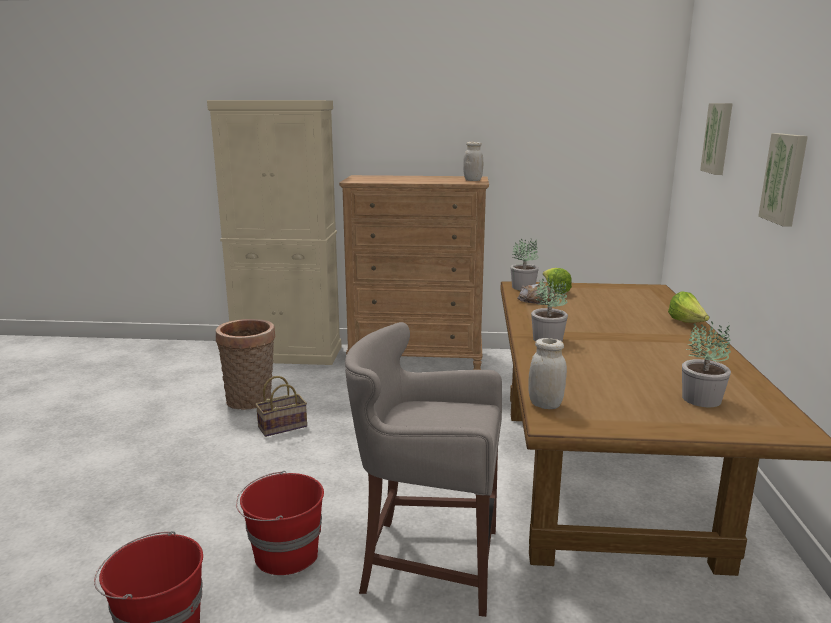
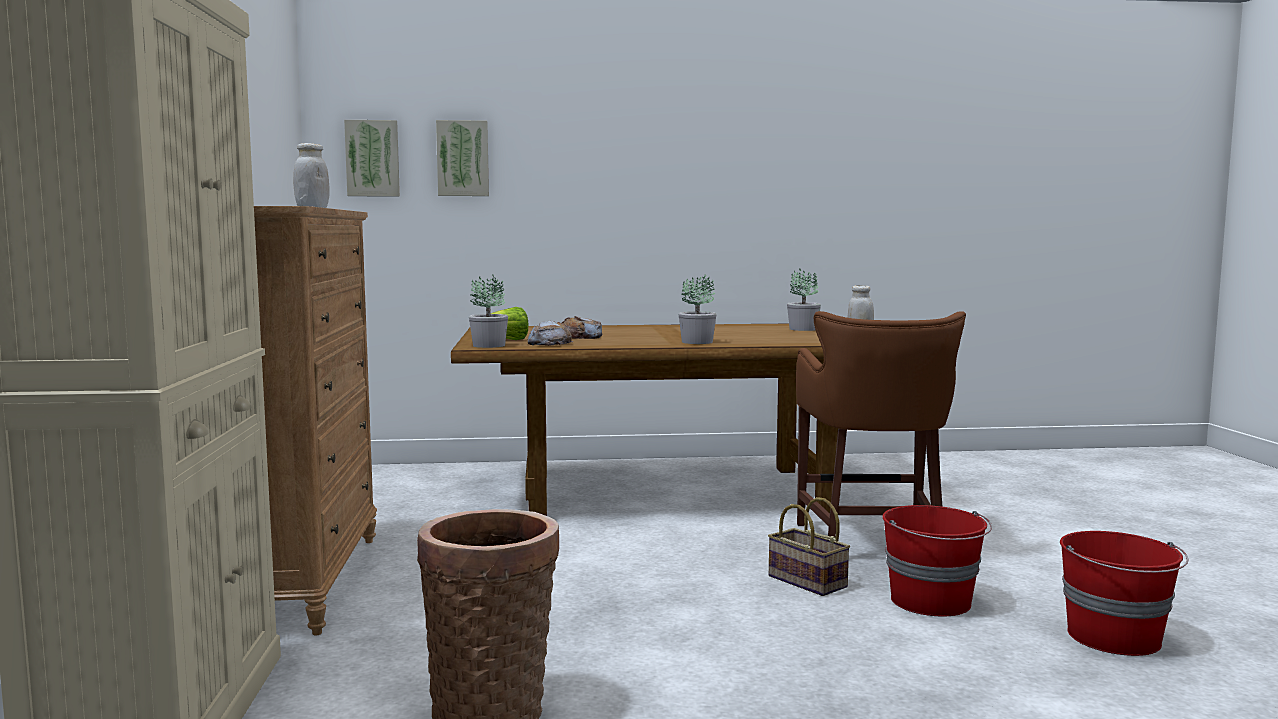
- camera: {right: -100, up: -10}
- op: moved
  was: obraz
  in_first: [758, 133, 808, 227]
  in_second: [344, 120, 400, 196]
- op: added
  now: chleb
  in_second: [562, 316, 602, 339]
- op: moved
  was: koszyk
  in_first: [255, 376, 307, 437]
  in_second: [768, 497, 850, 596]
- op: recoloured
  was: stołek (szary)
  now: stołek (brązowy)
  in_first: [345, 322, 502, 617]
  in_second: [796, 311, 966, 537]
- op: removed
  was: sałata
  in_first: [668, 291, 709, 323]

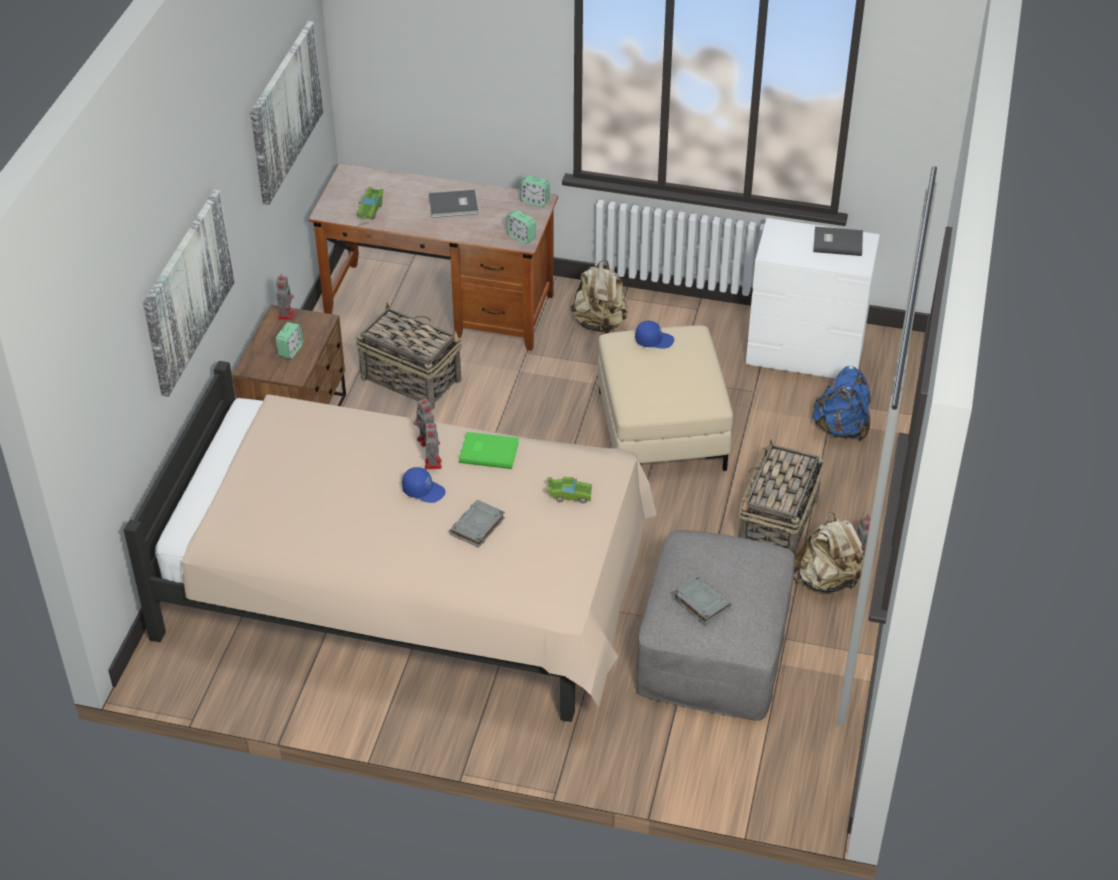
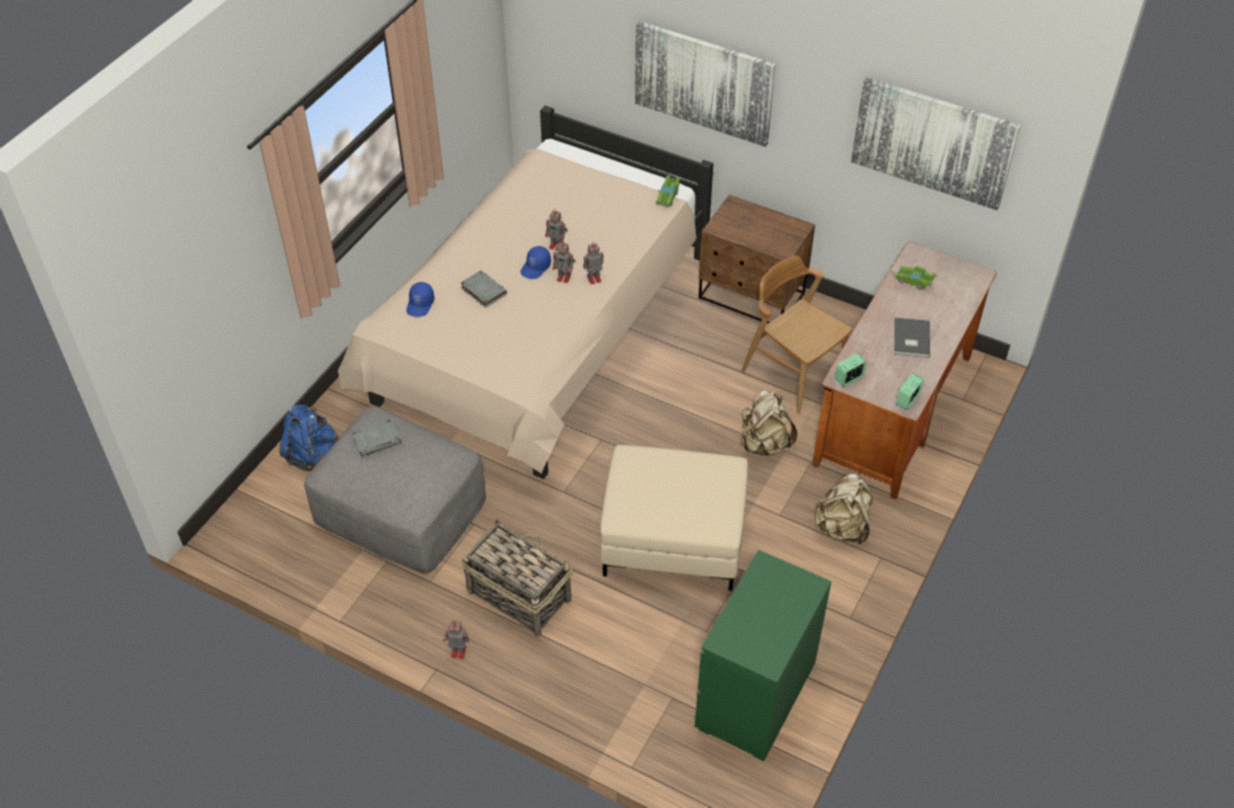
- camera: {right: 105, up: 5}
- op: moved
  was: plecak (niebieski)
  in_first: [812, 366, 871, 441]
  in_second: [279, 405, 338, 471]
- op: moved
  was: czapka z daszkiem (niebieski)
  in_first: [635, 321, 674, 349]
  in_second: [406, 282, 434, 317]
- op: moved
  was: robot zabawkowy
  in_first: [276, 274, 295, 320]
  in_second: [545, 210, 568, 251]
- op: moved
  was: samochodzik (zielony)
  in_first: [546, 477, 592, 504]
  in_second: [656, 175, 680, 207]
- op: recoloured
  was: komoda (biały)
  now: komoda (zielony)
  in_first: [746, 218, 880, 379]
  in_second: [695, 550, 832, 761]
- op: replaced
  was: koszyk
  now: krzesło (brązowy)
  in_first: [356, 302, 462, 410]
  in_second: [741, 255, 852, 414]
- op: moved
  was: plecak (beżowy)
  in_first: [794, 512, 865, 593]
  in_second: [741, 390, 797, 456]
- op: removed
  was: budzik
  in_first: [276, 322, 303, 359]
- op: removed
  was: książka (zielony)
  in_first: [459, 432, 519, 469]
- op: removed
  was: książka (szary)
  in_first: [813, 227, 863, 256]

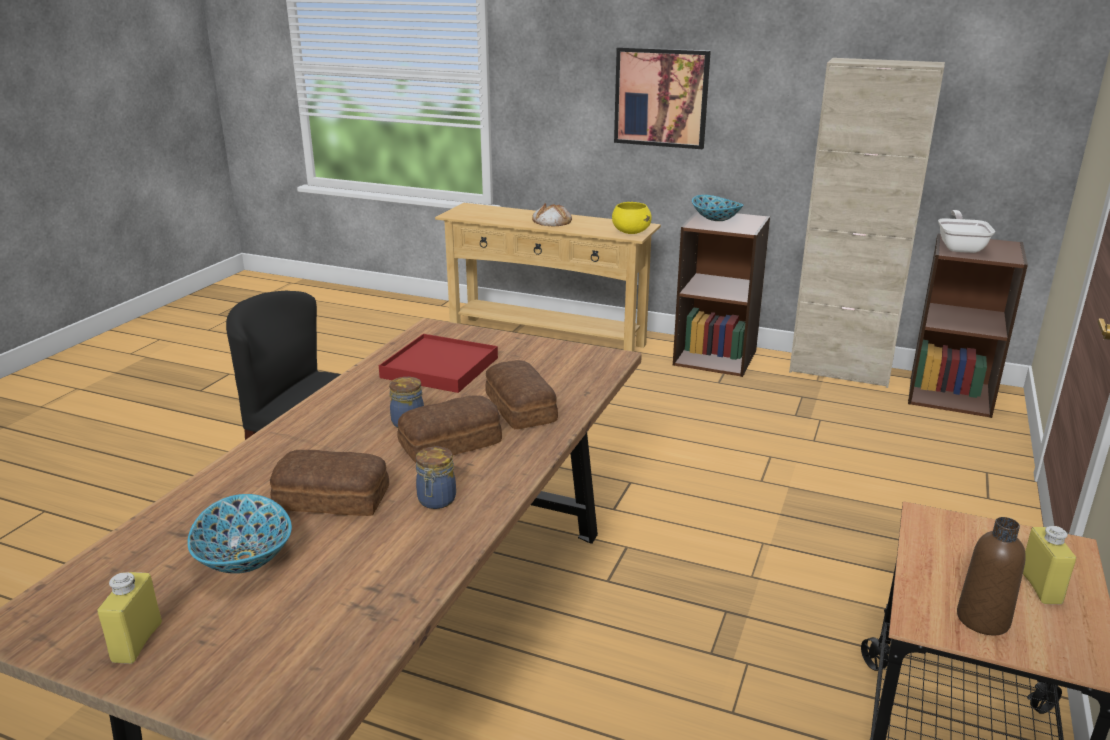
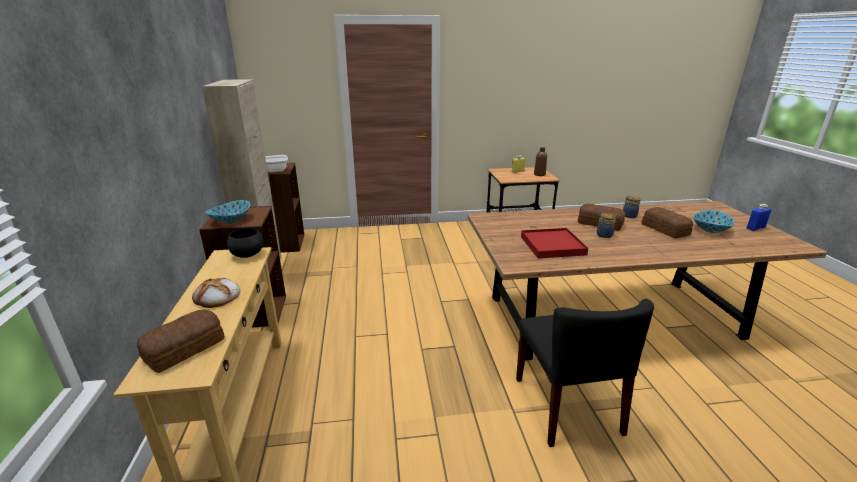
- camera: {right: -120, up: 0}
- op: moved
  was: chleb
  in_first: [485, 360, 558, 429]
  in_second: [137, 309, 225, 373]
- op: recoloured
  was: miska (żółty)
  now: miska (czarny)
  in_first: [612, 202, 652, 234]
  in_second: [227, 228, 264, 258]
- op: recoloured
  was: butelka (żółty)
  now: butelka (niebieski)
  in_first: [98, 572, 162, 664]
  in_second: [747, 204, 772, 231]
- op: removed
  was: obraz
  in_first: [614, 47, 711, 149]

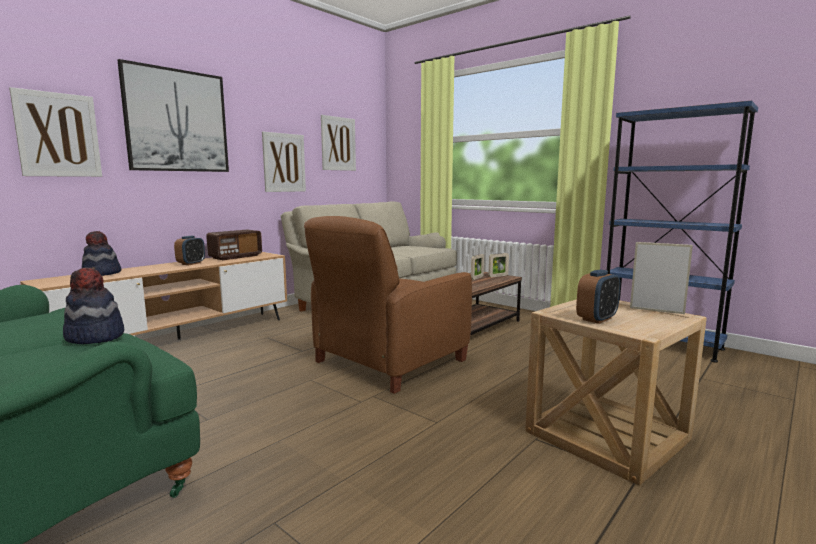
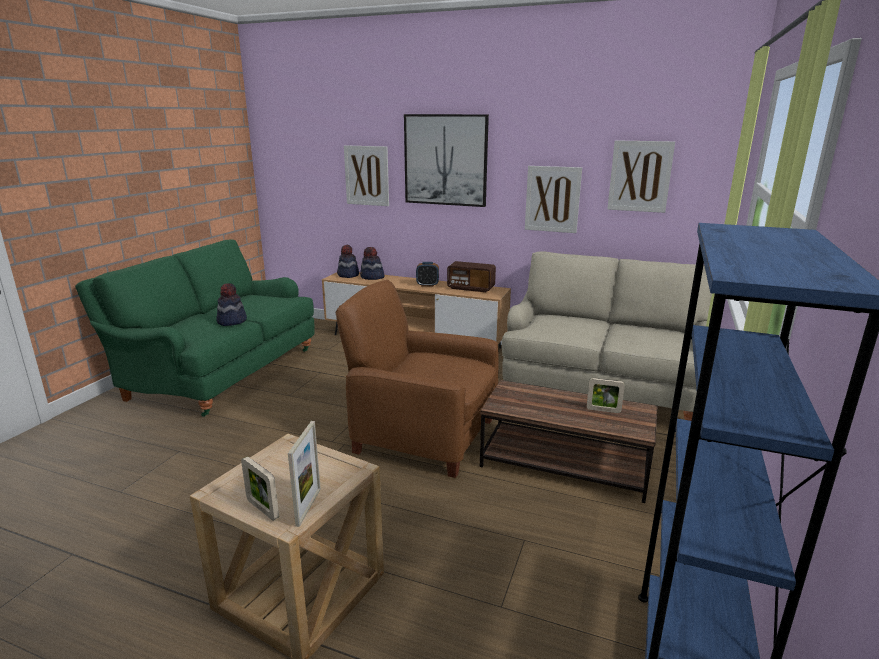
- camera: {right: 70, up: 10}
- op: moved
  was: ramka na zdjęcie
  in_first: [489, 253, 509, 277]
  in_second: [241, 456, 279, 521]
- op: added
  now: kapelusz
  in_second: [337, 245, 359, 278]
- op: removed
  was: budzik
  in_first: [576, 270, 620, 324]

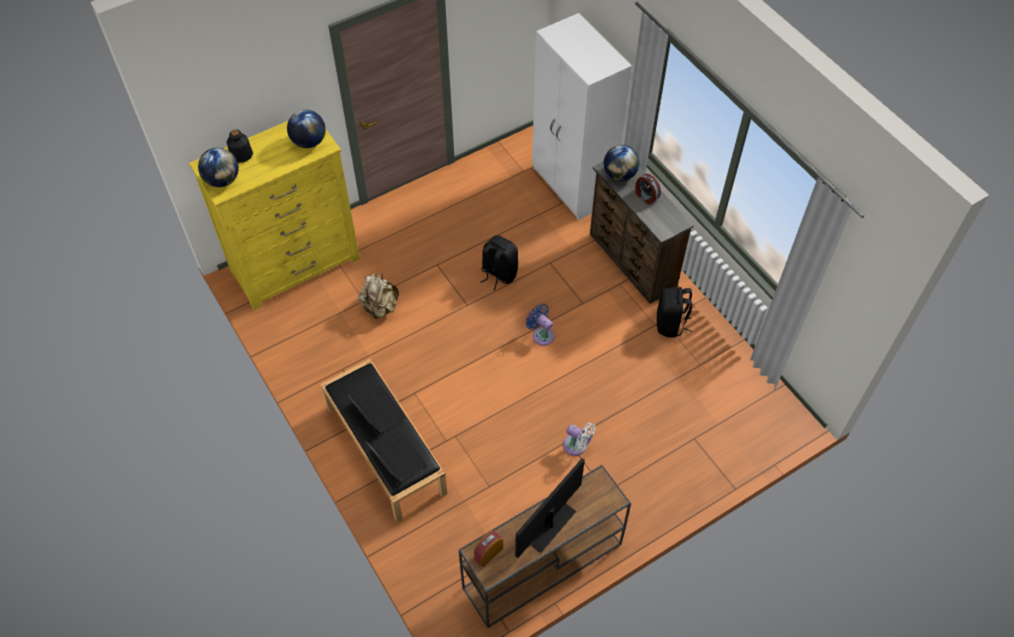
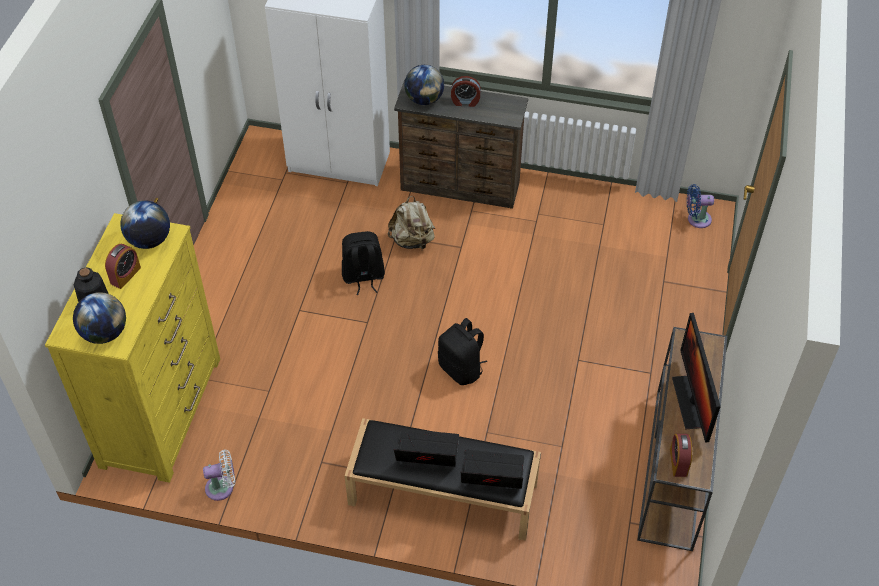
- camera: {right: -45, up: -5}
- op: added
  now: budzik
  in_second: [105, 244, 141, 289]
- op: moved
  was: wentylator (biały)
  in_first: [563, 423, 596, 456]
  in_second: [203, 450, 235, 501]
- op: moved
  was: plecak (beżowy)
  in_first: [358, 273, 399, 319]
  in_second: [387, 195, 435, 250]
- op: moved
  was: plecak (czarny)
  in_first: [657, 287, 692, 337]
  in_second: [438, 318, 487, 385]
- op: moved
  was: wentylator (niebieski)
  in_first: [525, 304, 555, 346]
  in_second: [687, 184, 714, 228]

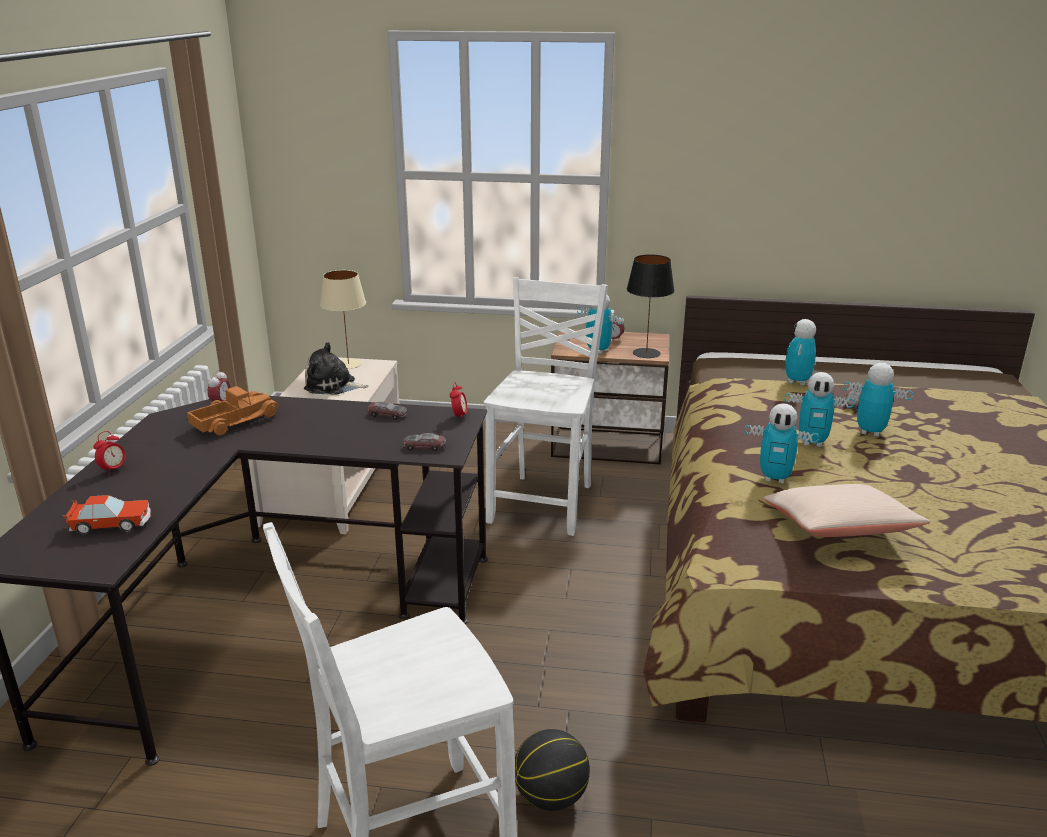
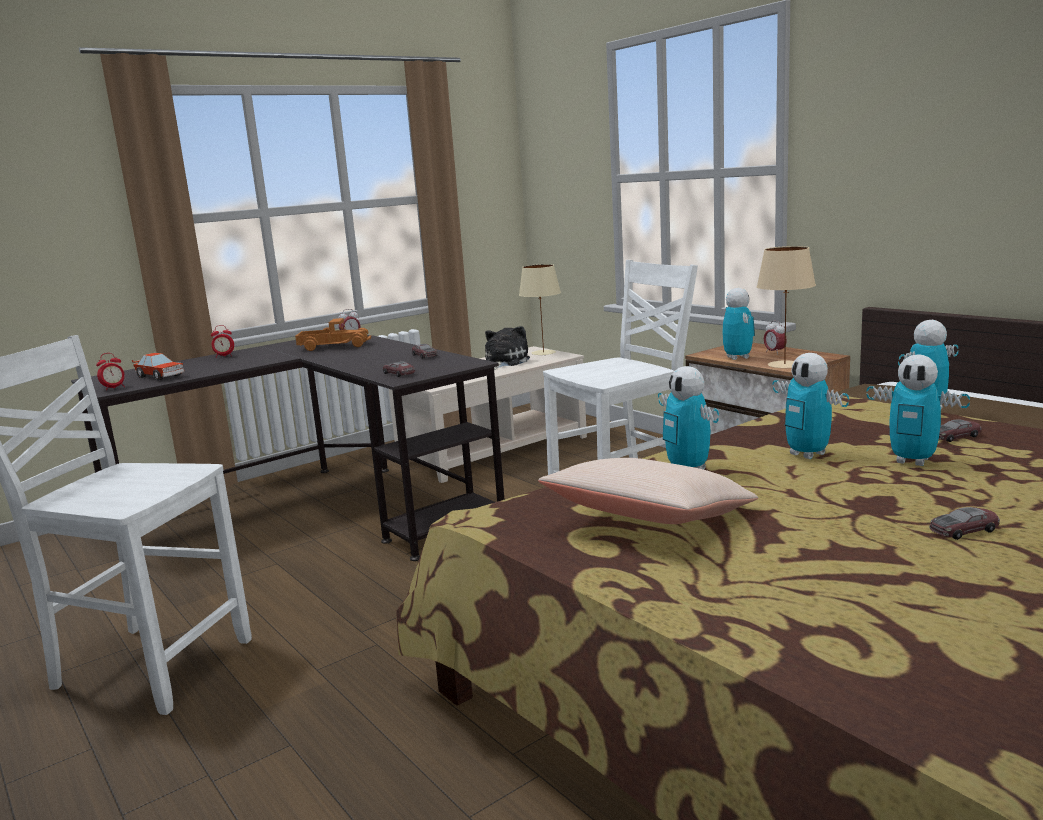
- camera: {right: 45, up: -10}
- op: moved
  was: budzik
  in_first: [450, 382, 467, 420]
  in_second: [96, 353, 125, 390]
- op: turned
  was: pluszak
  in_first: [304, 342, 369, 395]
  in_second: [485, 326, 530, 370]
  clockwise: 60
- op: recoloured
  was: lampa stołowa (czarny)
  now: lampa stołowa (beżowy)
  in_first: [627, 254, 675, 358]
  in_second: [757, 246, 816, 368]
- op: turned
  was: robot zabawkowy
  in_first: [844, 363, 913, 436]
  in_second: [867, 354, 970, 466]
  clockwise: 150
- op: added
  now: samochodzik
  in_second: [929, 507, 1000, 540]
- op: removed
  was: piłka do koszykówki
  in_first: [515, 729, 590, 811]

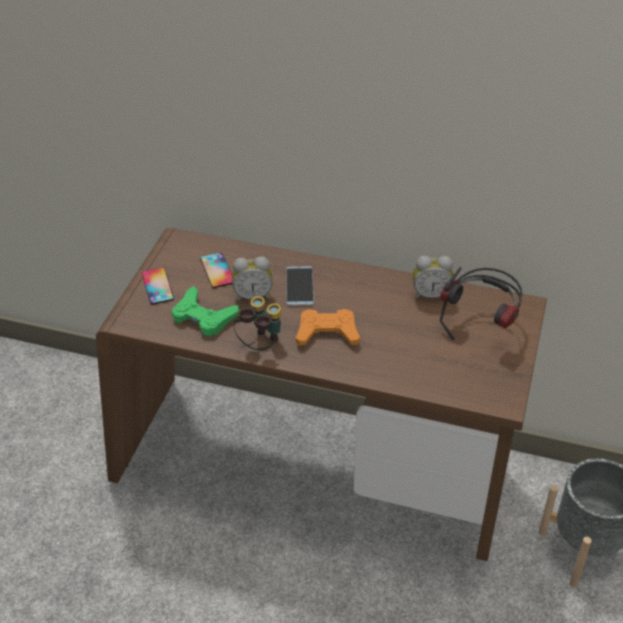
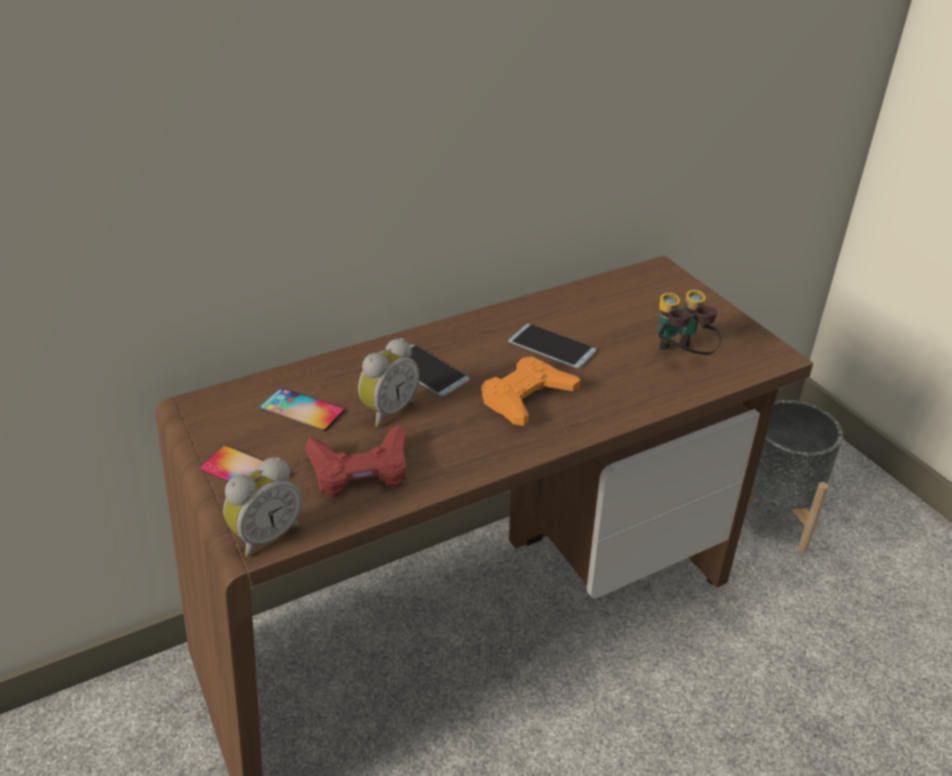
- camera: {right: -45, up: -5}
- op: moved
  was: budzik
  in_first: [413, 256, 453, 299]
  in_second: [223, 457, 302, 557]
- op: recoloured
  was: pad do gier (zielony)
  now: pad do gier (czerwony)
  in_first: [171, 286, 239, 337]
  in_second: [305, 425, 407, 498]
- op: added
  now: telefon
  in_second: [508, 324, 597, 368]
- op: moved
  was: lornetka
  in_first: [233, 296, 281, 350]
  in_second: [658, 290, 722, 355]
- op: removed
  was: słuchawki
  in_first: [440, 267, 523, 340]

